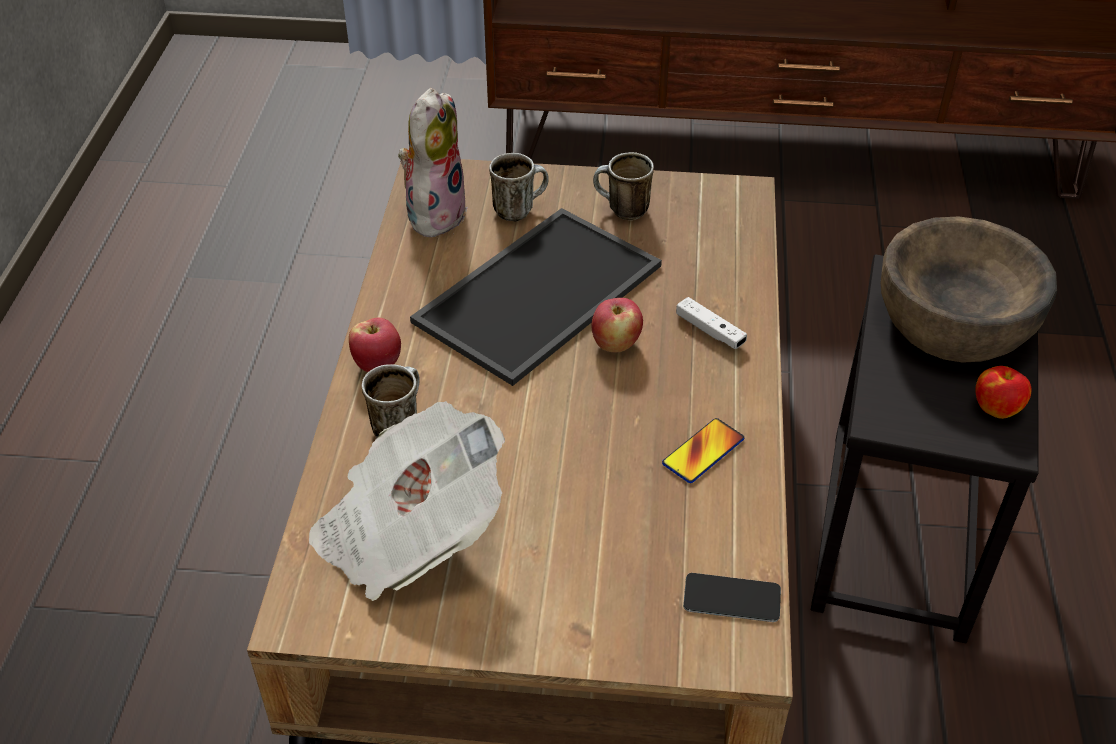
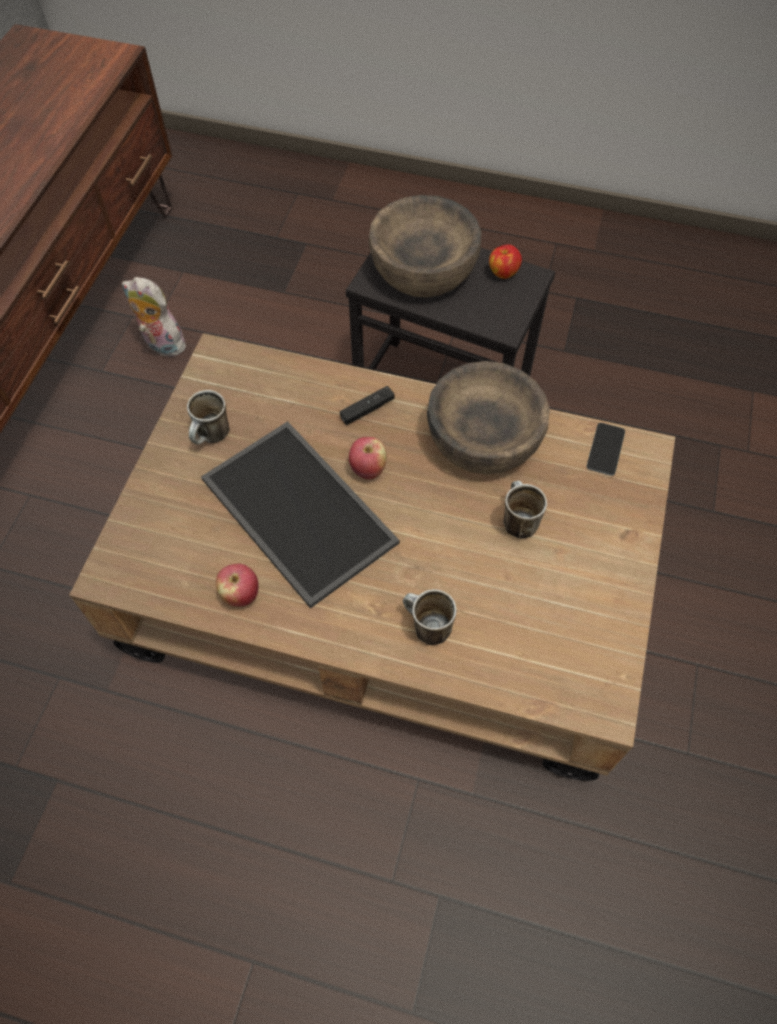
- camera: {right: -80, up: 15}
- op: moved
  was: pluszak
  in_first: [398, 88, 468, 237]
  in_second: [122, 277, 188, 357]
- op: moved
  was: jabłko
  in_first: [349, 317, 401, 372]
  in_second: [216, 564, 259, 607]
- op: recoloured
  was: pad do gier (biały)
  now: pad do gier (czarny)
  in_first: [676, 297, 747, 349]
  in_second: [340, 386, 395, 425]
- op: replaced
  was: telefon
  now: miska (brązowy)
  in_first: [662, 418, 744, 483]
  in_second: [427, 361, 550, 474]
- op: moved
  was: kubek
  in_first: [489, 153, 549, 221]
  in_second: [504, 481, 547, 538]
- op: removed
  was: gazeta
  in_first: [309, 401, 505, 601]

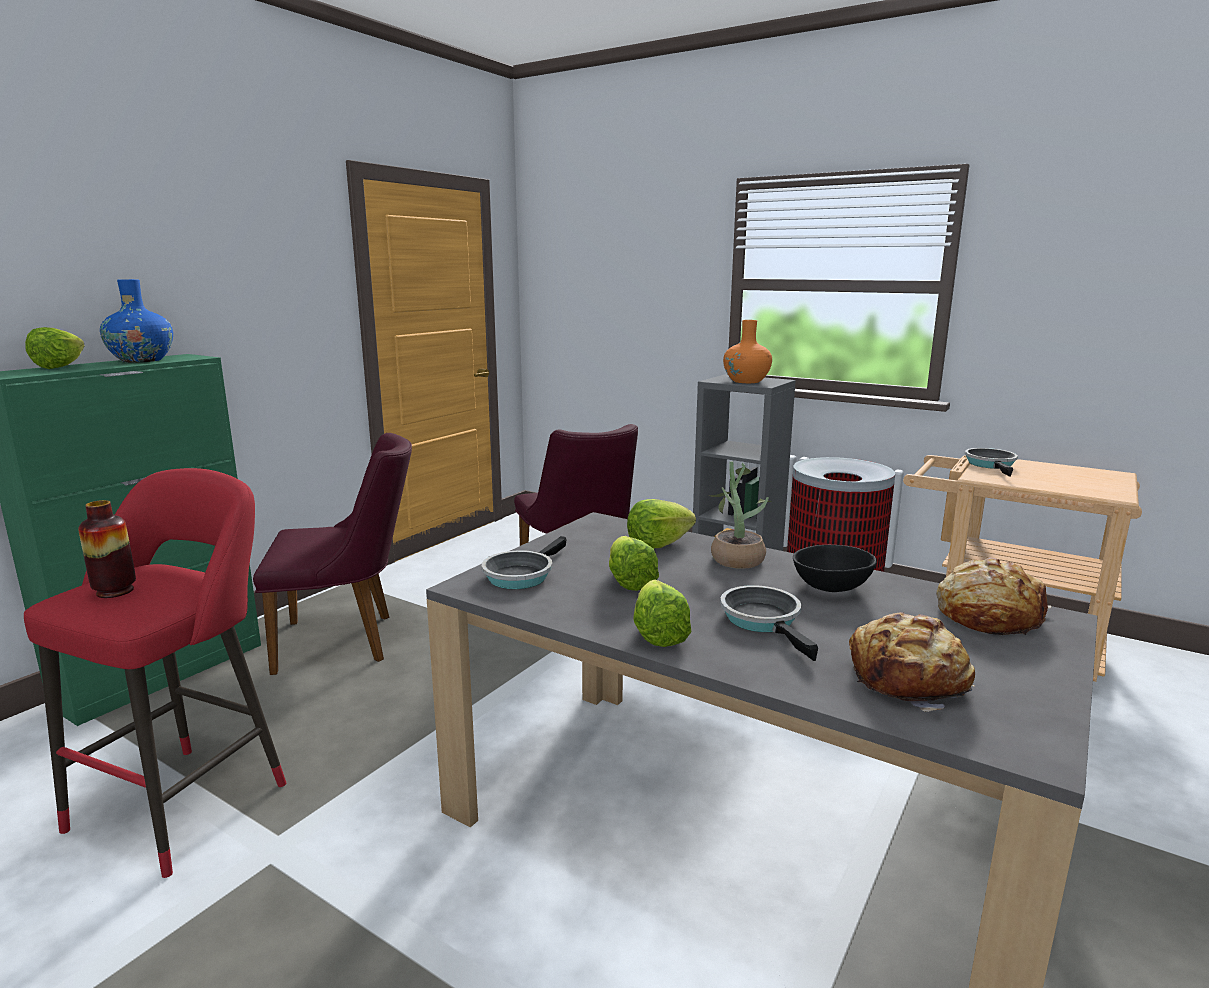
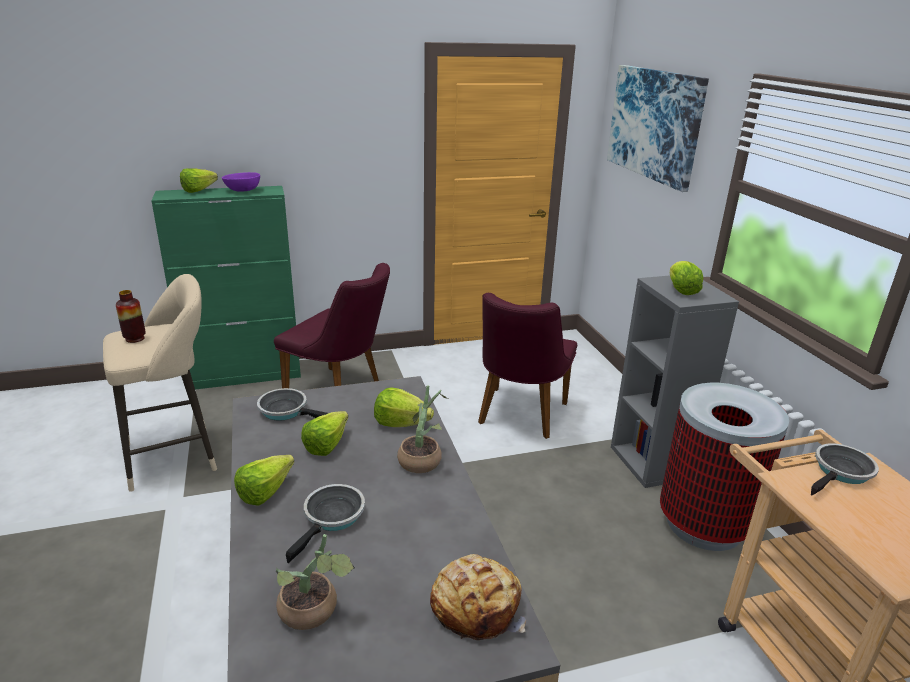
- camera: {right: 40, up: 10}
- op: recoloured
  was: stołek (czerwony)
  now: stołek (beżowy)
  in_first: [24, 468, 286, 878]
  in_second: [103, 274, 217, 492]
- op: replaced
  was: wazon (niebieski)
  now: miska (fioletowy)
  in_first: [100, 279, 173, 363]
  in_second: [222, 172, 260, 192]
- op: turned
  was: patelnia
  in_first: [482, 536, 567, 589]
  in_second: [257, 388, 328, 421]
  clockwise: 45
- op: replaced
  was: chleb
  now: roślina doniczkowa
  in_first: [849, 612, 975, 712]
  in_second: [276, 534, 355, 630]
- op: added
  now: obraz
  in_second: [607, 65, 709, 192]
- op: replaced
  was: wazon (pomarańczowy)
  now: sałata
  in_first: [723, 320, 772, 383]
  in_second: [670, 261, 703, 295]
- op: removed
  was: miska (czarny)
  in_first: [793, 545, 877, 592]

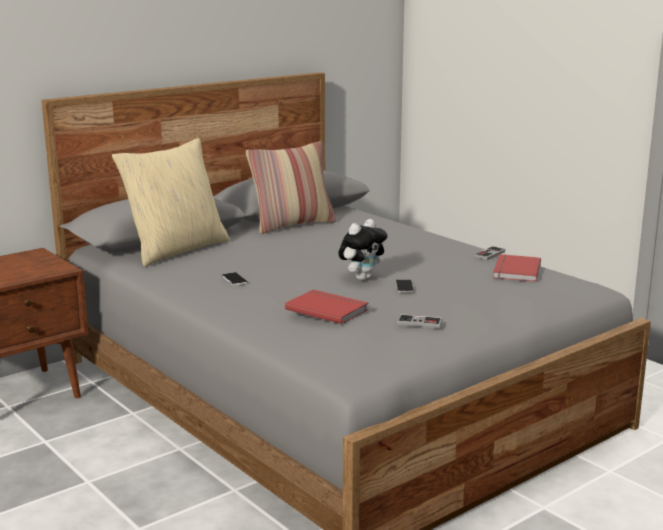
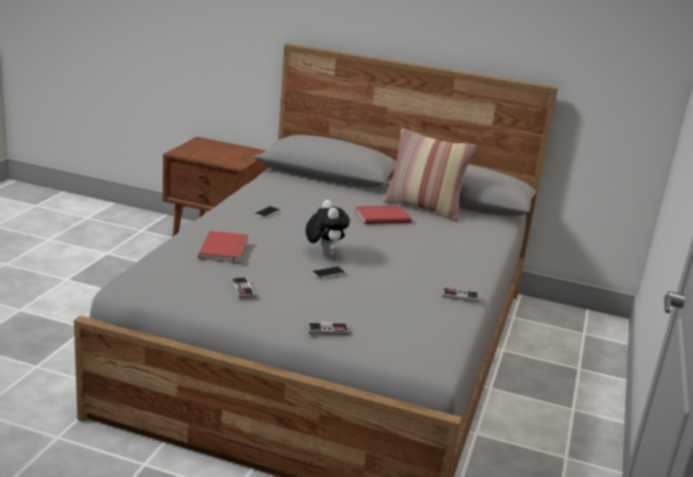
- camera: {right: 55, up: 5}
- op: turned
  was: pluszak
  in_first: [338, 219, 387, 280]
  in_second: [306, 200, 350, 255]
  clockwise: -120
- op: added
  now: pad do gier
  in_second: [307, 322, 350, 335]
- op: moved
  was: książka (czerwony)
  in_first: [493, 254, 541, 282]
  in_second: [355, 205, 412, 224]
- op: removed
  was: poduszka (beżowy)
  in_first: [112, 138, 230, 266]

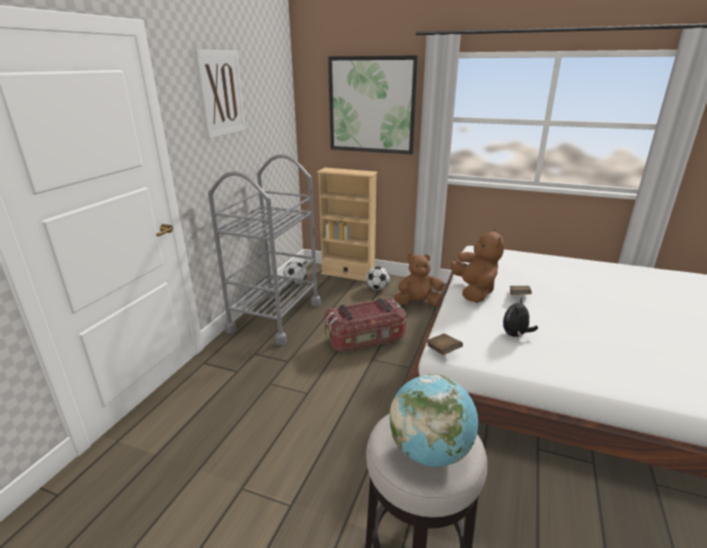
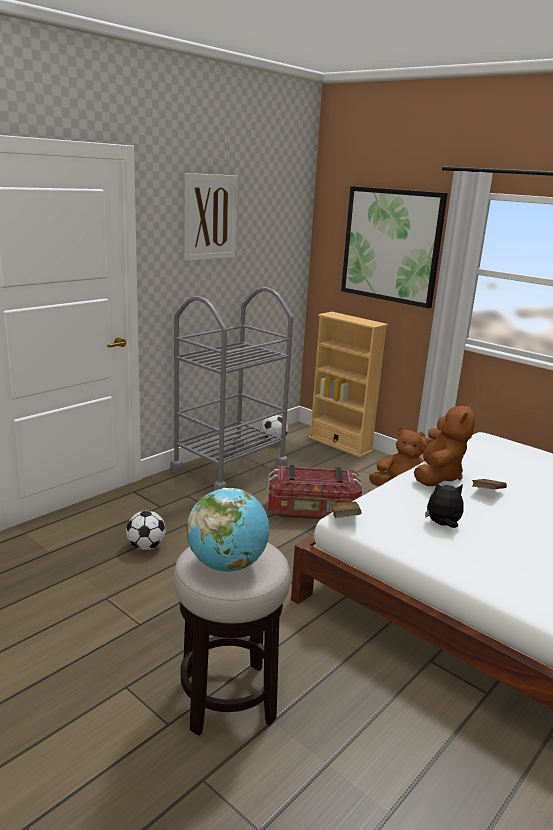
- camera: {right: 20, up: -5}
- op: moved
  was: piłka futbolowa
  in_first: [366, 266, 390, 290]
  in_second: [126, 511, 166, 550]
- op: turned
  was: pluszak
  in_first: [503, 298, 538, 337]
  in_second: [425, 482, 464, 528]
  clockwise: 45

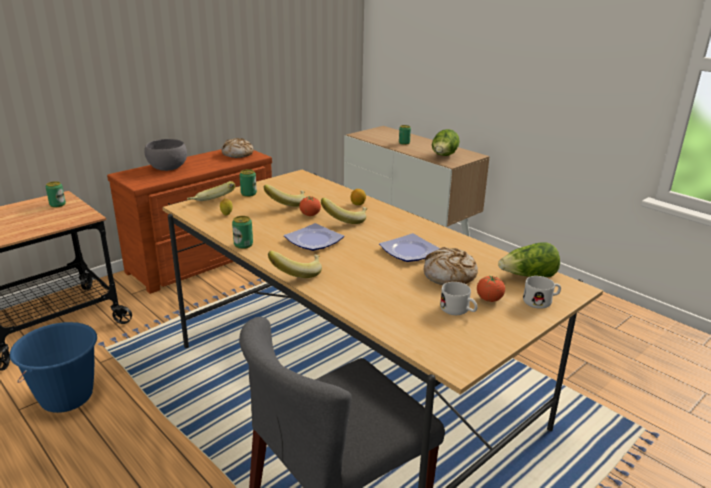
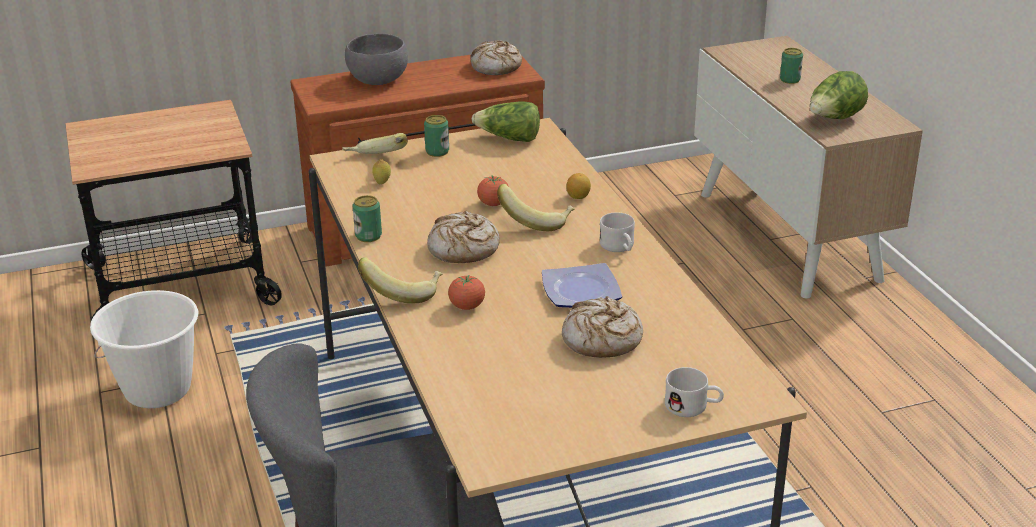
- camera: {right: 25, up: 5}
- op: recoloured
  was: wiadro (niebieski)
  now: wiadro (biały)
  in_first: [10, 322, 97, 413]
  in_second: [90, 290, 198, 408]
- op: replaced
  was: talerz
  now: chleb
  in_first: [284, 223, 344, 251]
  in_second: [427, 211, 500, 263]
- op: moved
  was: pomidor
  in_first: [477, 276, 505, 302]
  in_second: [448, 275, 485, 310]
- op: moved
  was: sałata
  in_first: [498, 243, 560, 277]
  in_second: [471, 102, 540, 142]
- op: moved
  was: kubek (biały)
  in_first: [440, 282, 478, 315]
  in_second: [599, 212, 635, 252]
- op: removed
  was: puszka
  in_first: [46, 181, 66, 208]
- op: removed
  was: banan
  in_first: [264, 184, 306, 207]

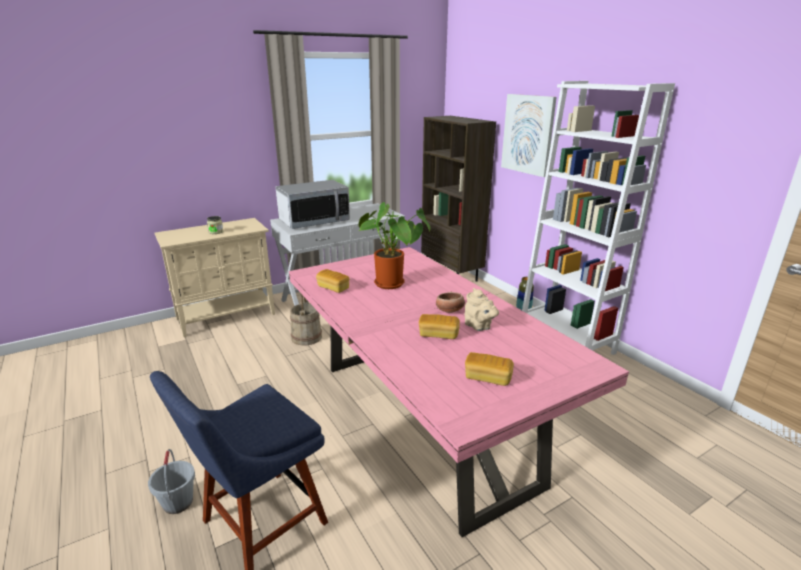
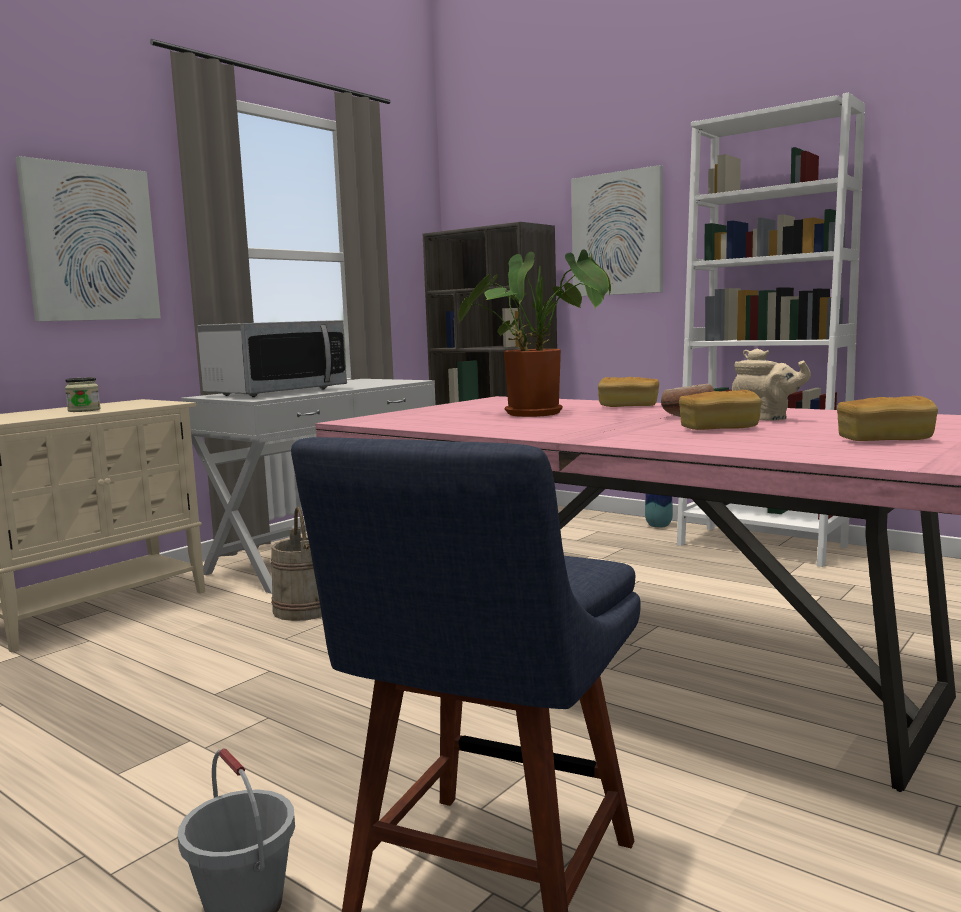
- camera: {right: -20, up: -15}
- op: added
  now: obraz
  in_second: [15, 156, 161, 322]
- op: moved
  was: chleb
  in_first: [316, 269, 349, 293]
  in_second: [598, 377, 659, 407]

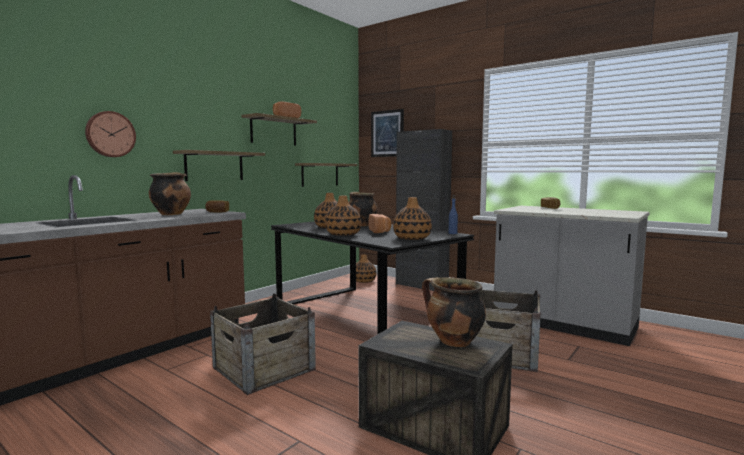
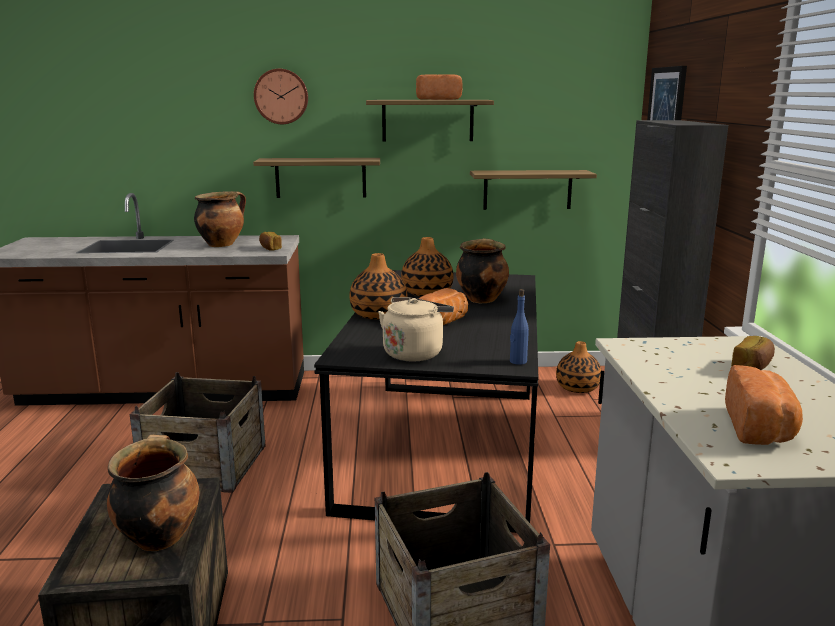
- camera: {right: 50, up: 10}
- op: moved
  was: zegar ścienny
  in_first: [85, 111, 136, 157]
  in_second: [254, 69, 308, 124]
- op: replaced
  was: wazon
  now: czajnik (beżowy)
  in_first: [393, 197, 432, 240]
  in_second: [378, 297, 454, 362]
- op: added
  now: chleb
  in_second: [725, 365, 803, 445]

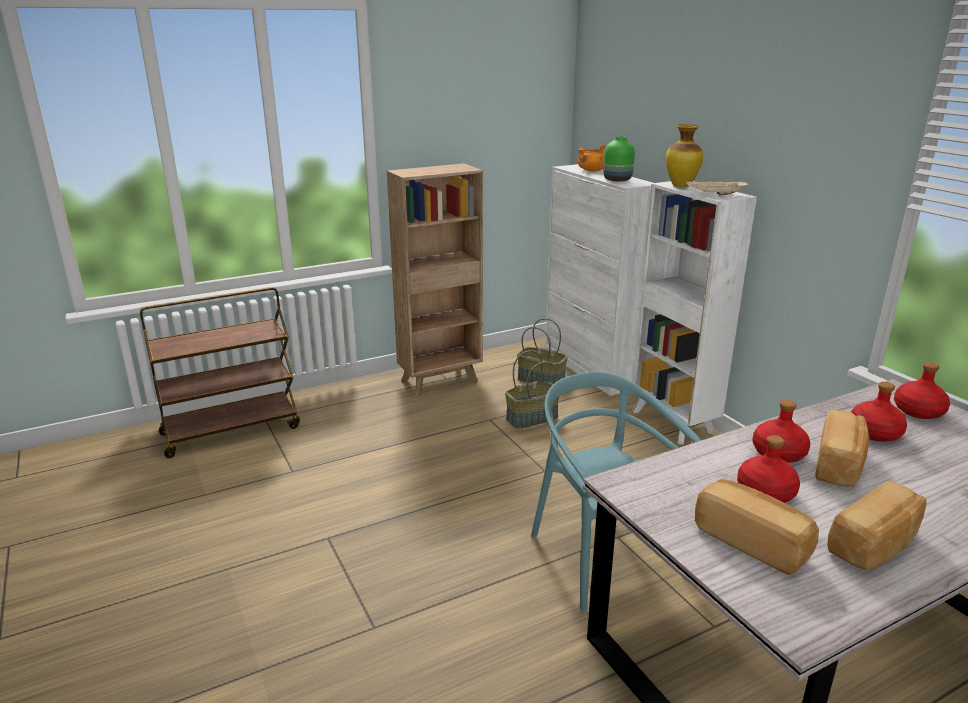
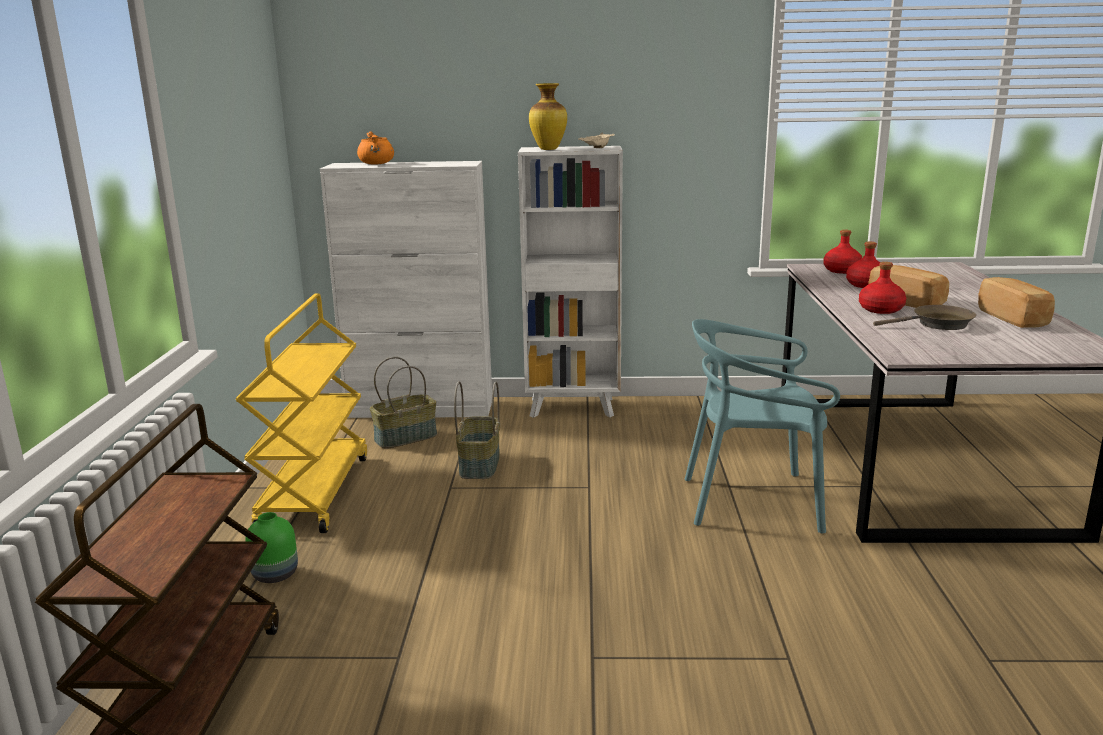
- camera: {right: -60, up: -5}
- op: replaced
  was: regał (brązowy)
  now: wózek (żółty)
  in_first: [387, 163, 483, 397]
  in_second: [236, 293, 367, 533]
- op: moved
  was: wazon (zielony)
  in_first: [603, 136, 635, 181]
  in_second: [245, 512, 298, 583]
- op: replaced
  was: butelka (czerwony)
  now: patelnia (brązowy)
  in_first: [737, 435, 800, 503]
  in_second: [873, 305, 976, 330]
- op: removed
  was: chleb
  in_first: [695, 478, 819, 575]

